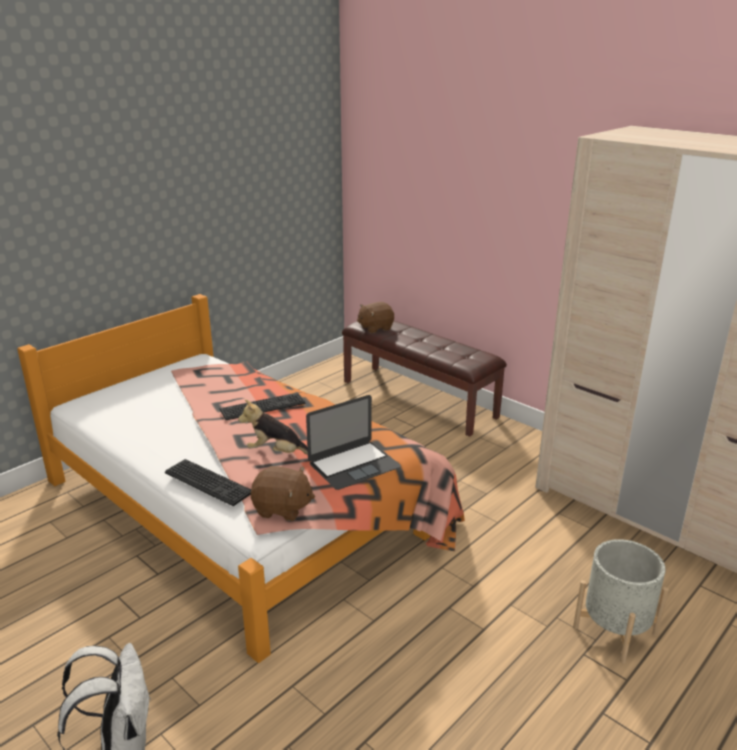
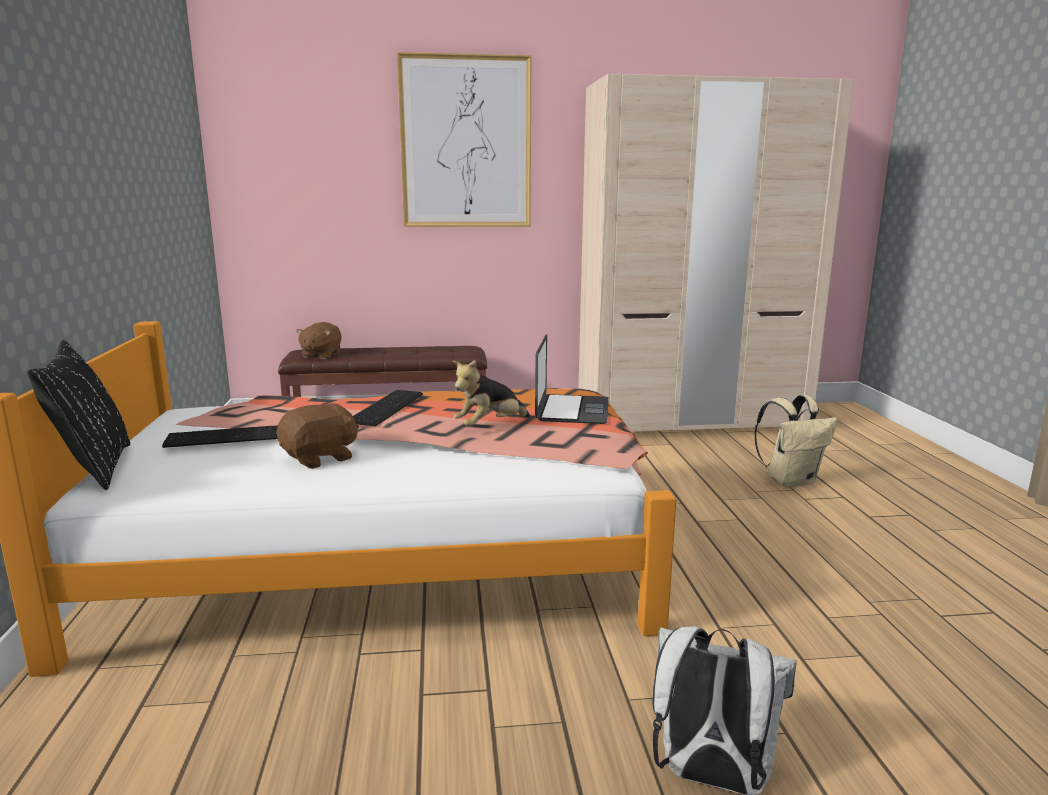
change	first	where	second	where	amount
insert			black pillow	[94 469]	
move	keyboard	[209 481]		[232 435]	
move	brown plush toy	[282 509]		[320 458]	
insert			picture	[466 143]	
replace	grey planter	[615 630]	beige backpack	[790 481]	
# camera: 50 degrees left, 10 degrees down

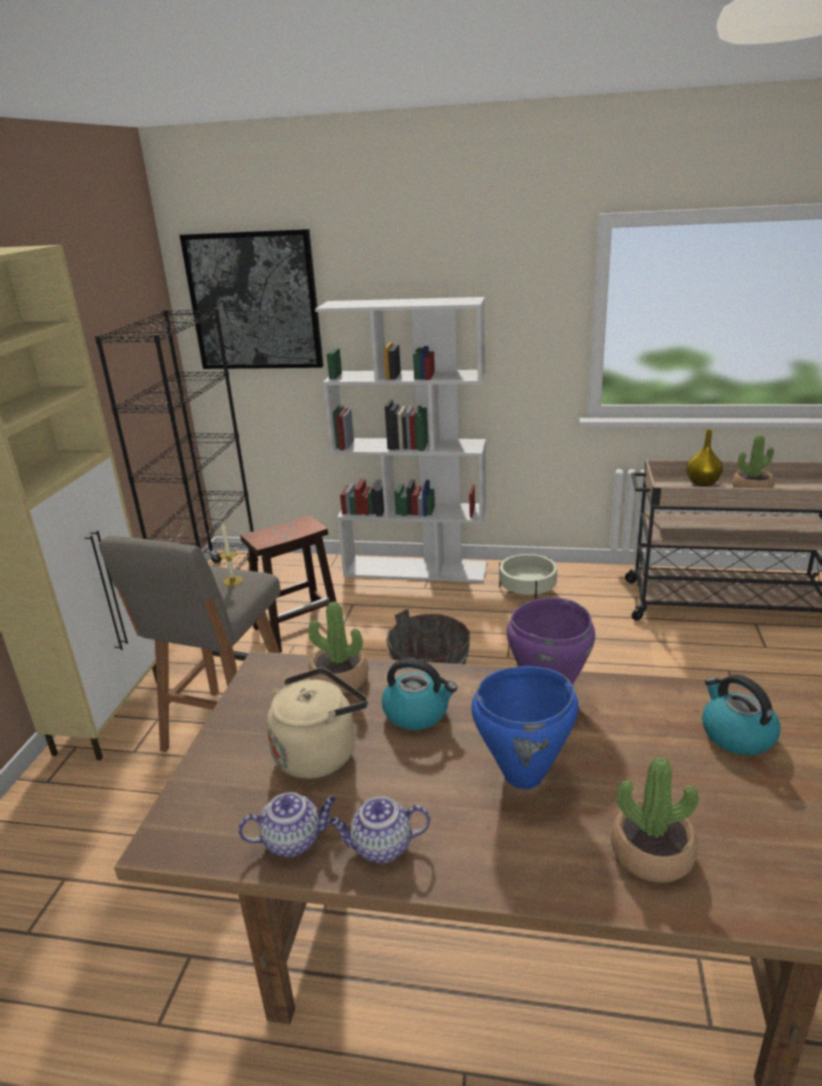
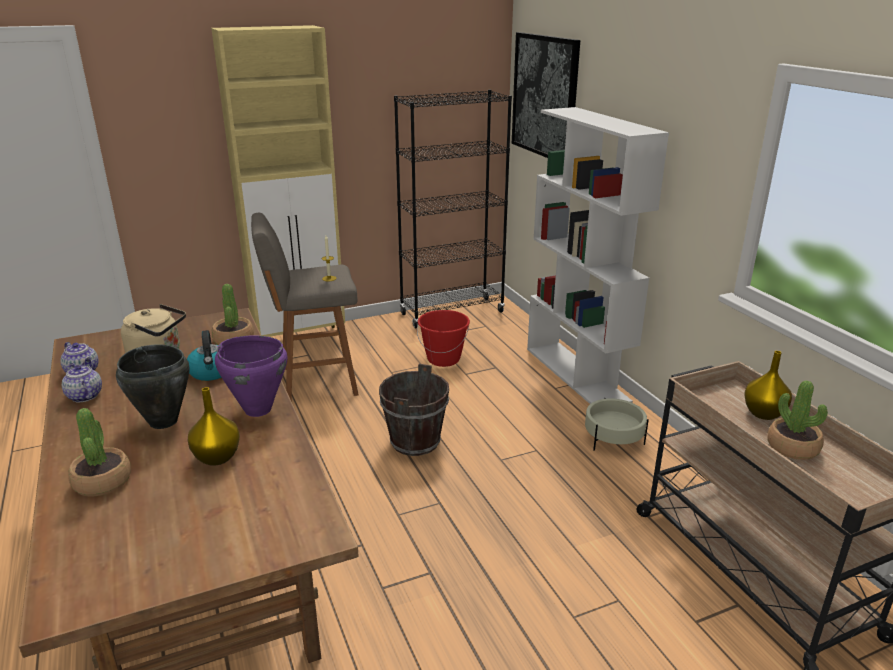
change	first	where	second	where	amount
recolor	blue cooking pot	[524 775]	black cooking pot	[163 422]	
insert			yellow vase	[216 458]	
replace	brown stool	[298 627]	red bucket	[443 359]	
delete	kettle	[736 735]			
# camera: 55 degrees right, 0 degrees up

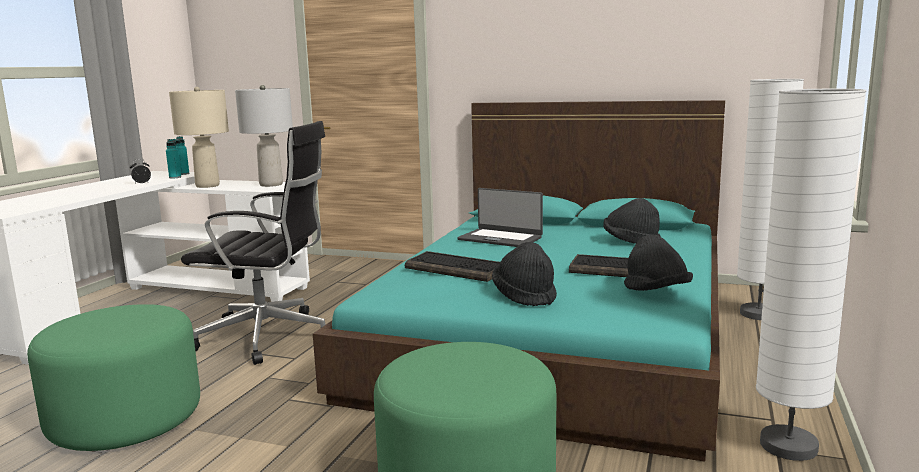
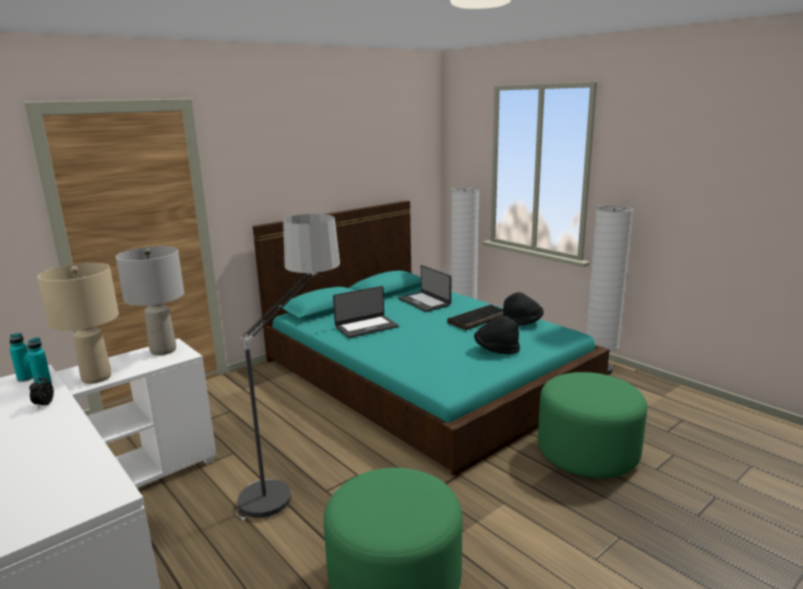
change	first	where	second	where	amount
replace	black office chair	[268 337]	floor lamp	[295 480]	
replace	black hat	[631 241]	laptop	[424 302]	
delete	keyboard	[457 269]			
# camera: 60 degrees left, 5 degrees up

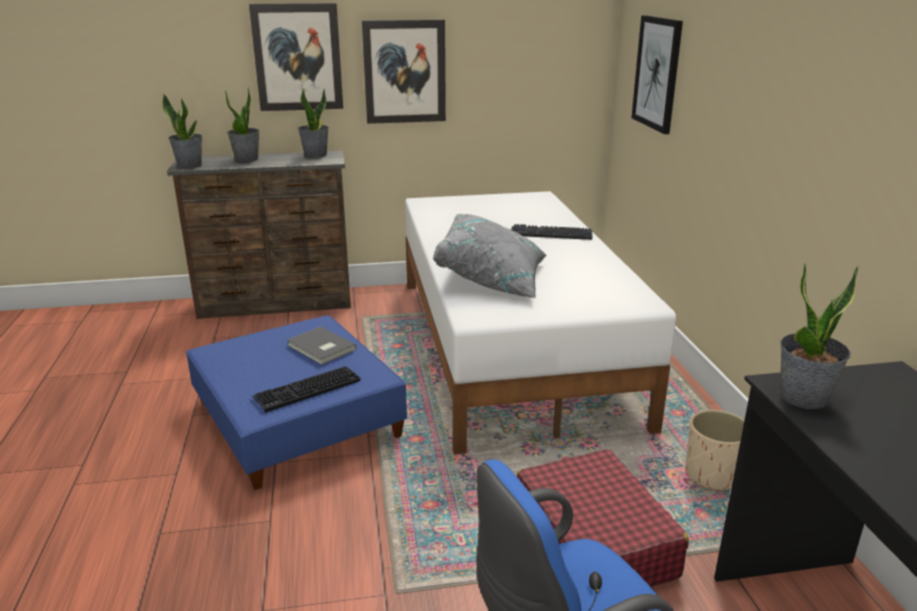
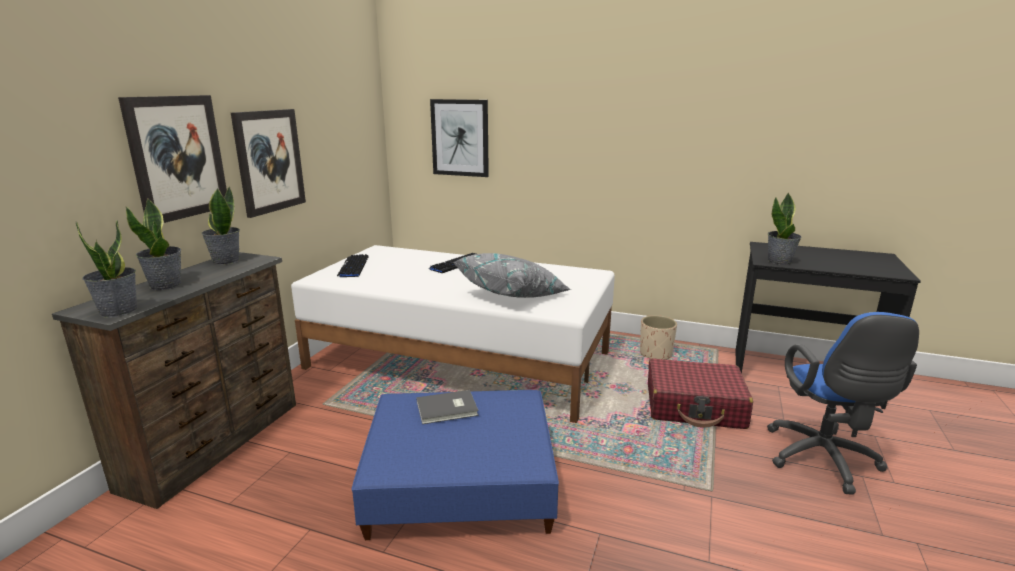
change	first	where	second	where	amount
move	keyboard	[307 389]		[353 267]	
# camera: 60 degrees left, 5 degrees down

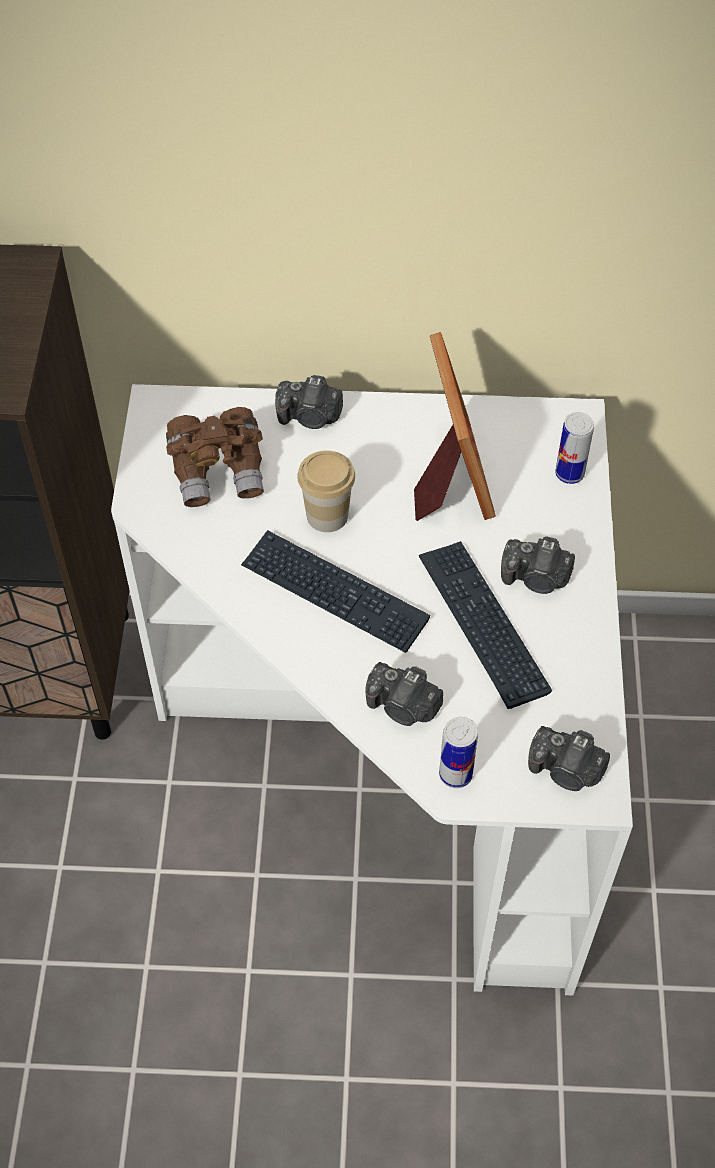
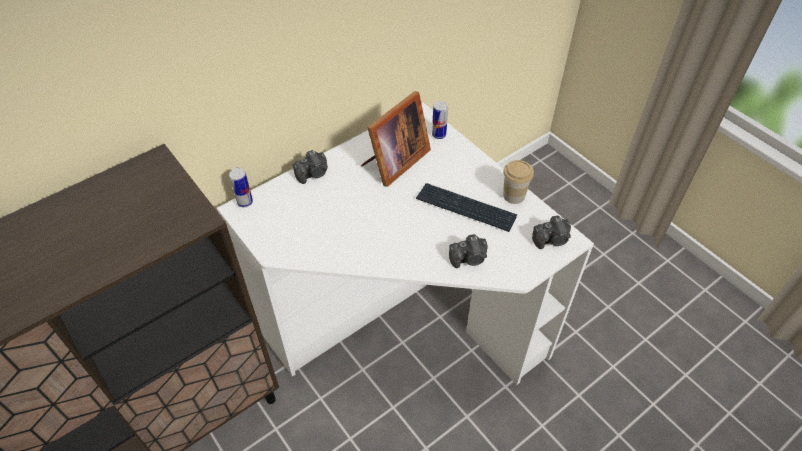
change	first	where	second	where	amount
move	can	[455 774]		[245 202]	
rotate	picture frame	[449 475]		[394 162]	90 degrees clockwise
move	cup	[327 515]		[513 195]	
delete	brown binoculars	[219 471]			
delete	keyboard	[334 593]			
delete	photo camera	[536 578]			
# camera: 40 degrees left, 5 degrees down

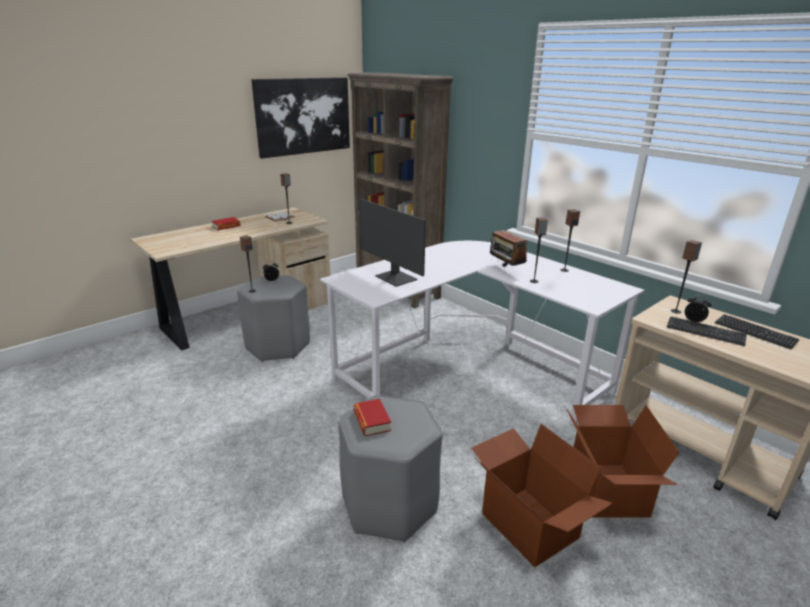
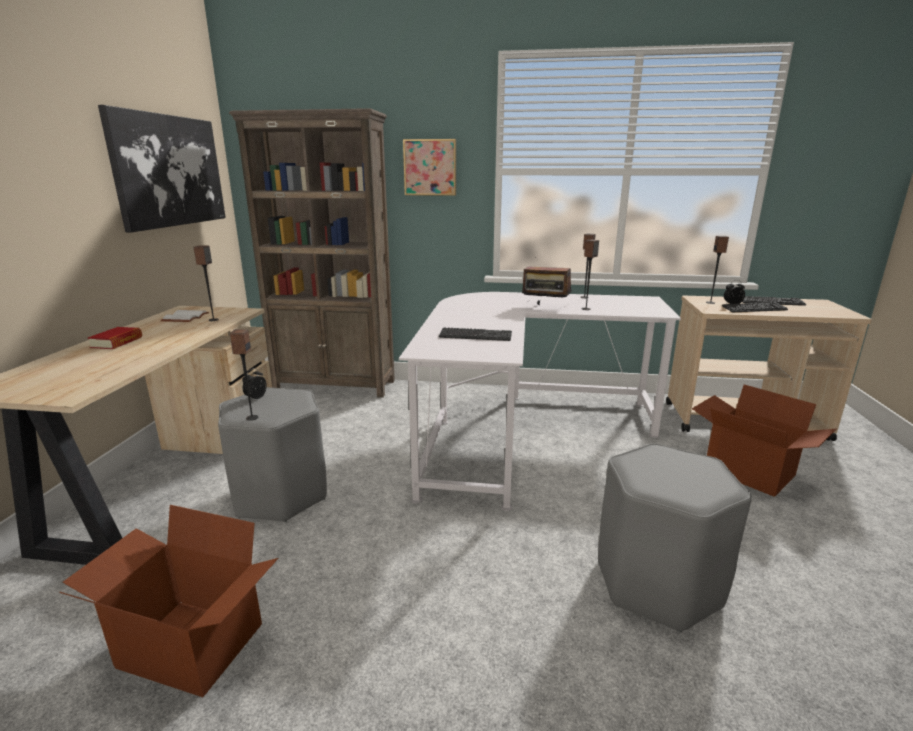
change	first	where	second	where	amount
move	cardboard box	[528 526]		[189 647]	
insert			picture	[430 167]	
replace	monitor	[395 278]	keyboard	[475 336]	
delete	book	[372 421]			
# camera: 40 degrees left, 5 degrees down

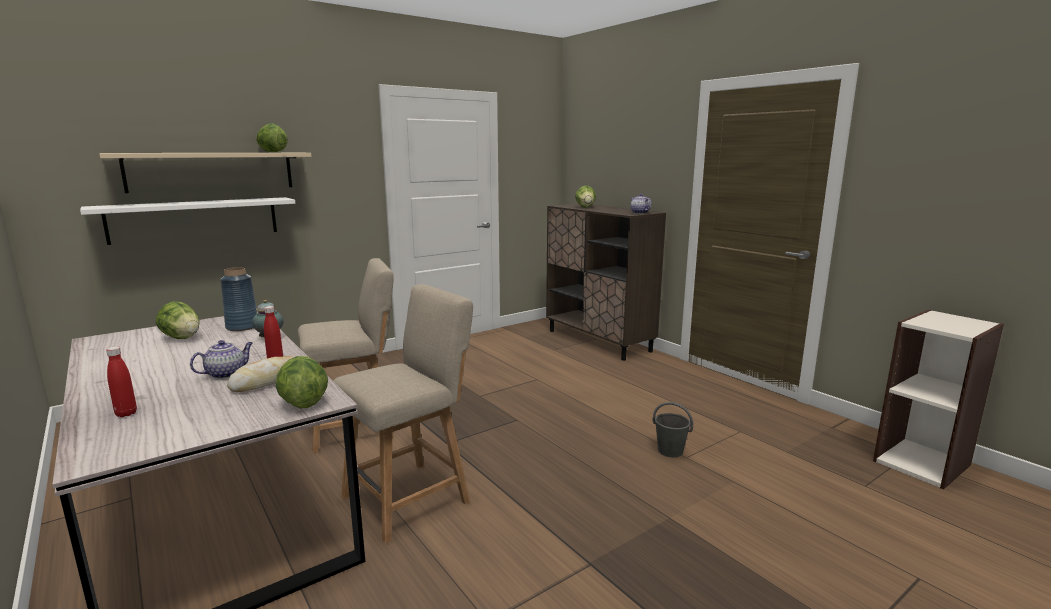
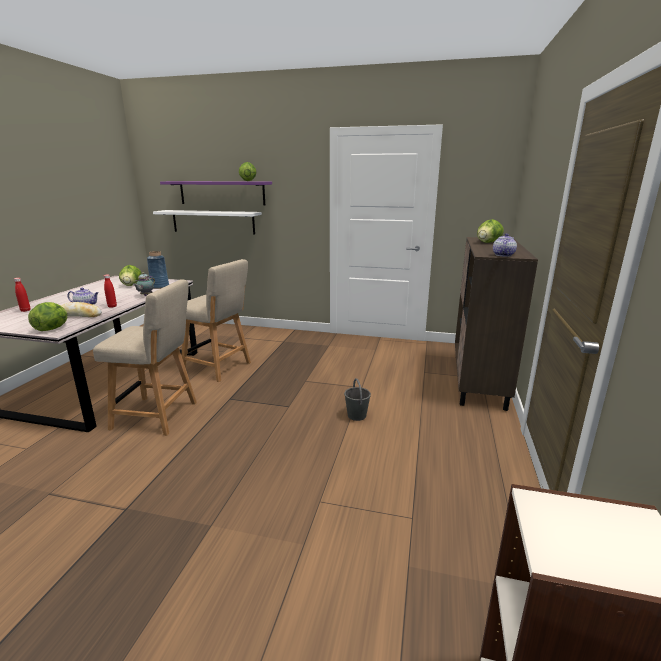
change	first	where	second	where	amount
recolor	beige shelf	[212 171]	purple shelf	[222 193]	
move	grey bucket	[669 451]		[356 415]	
# camera: 50 degrees right, 5 degrees up

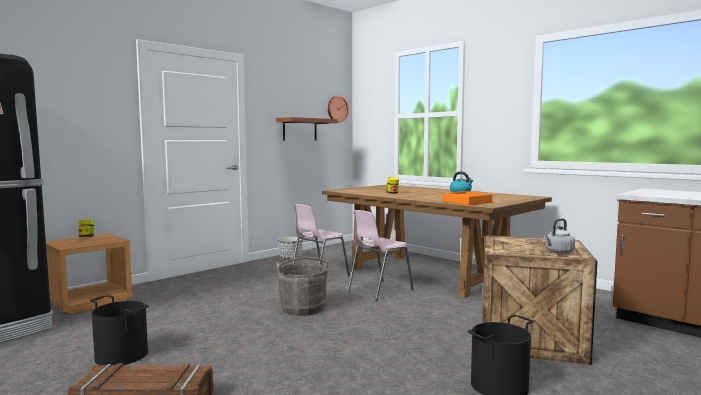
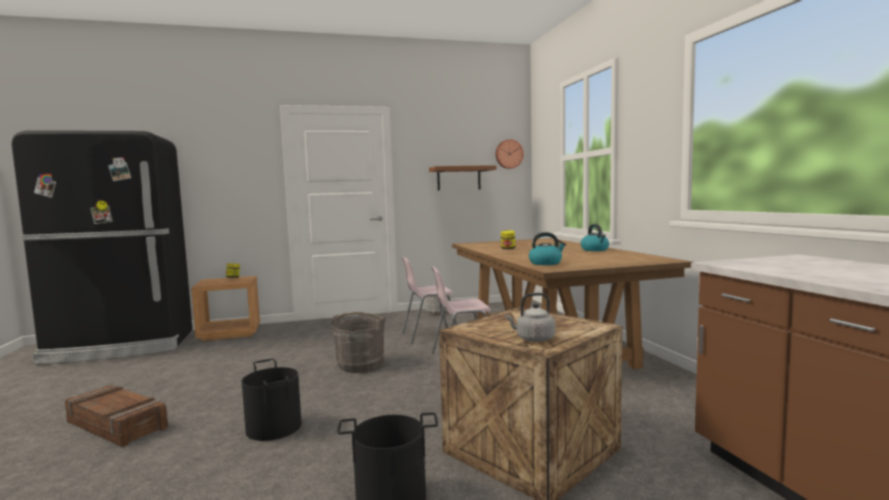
change	first	where	second	where	amount
move	black bucket	[121 355]		[273 427]	
replace	orange tray	[467 202]	kettle	[546 263]	
# camera: 30 degrees right, 0 degrees up

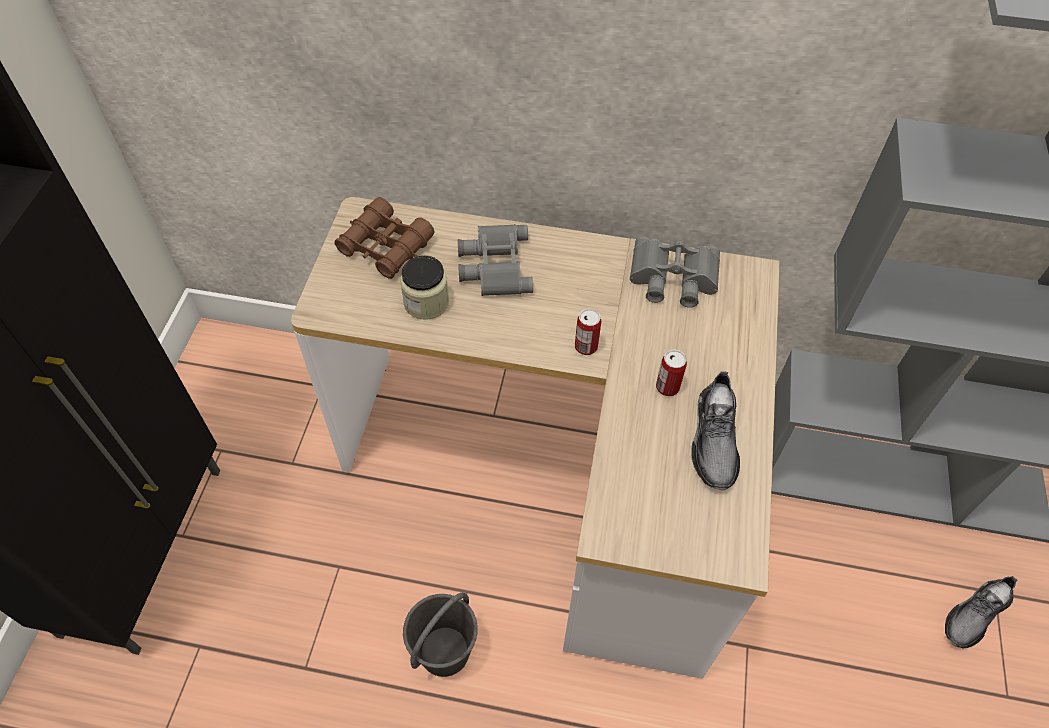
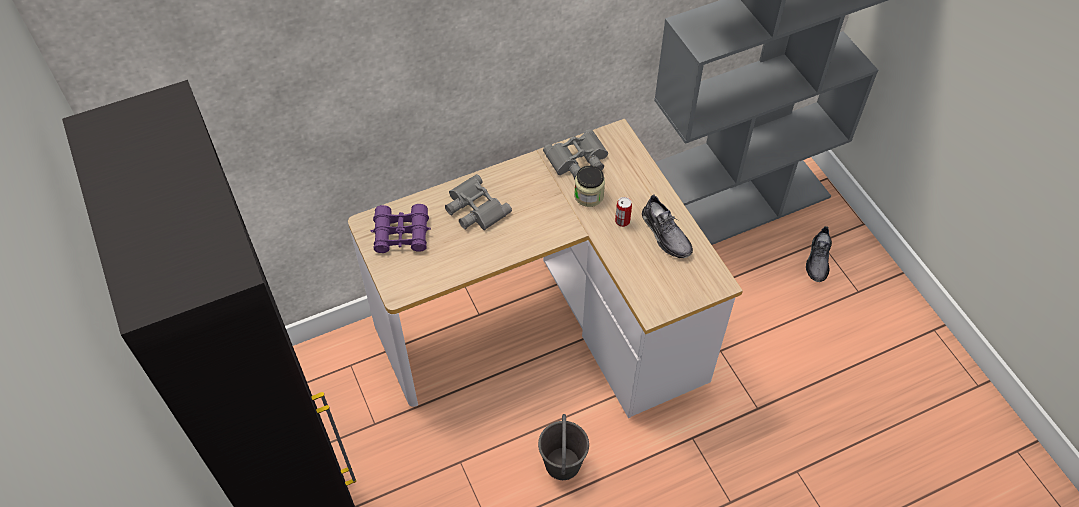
change	first	where	second	where	amount
recolor	brown binoculars	[385 246]	purple binoculars	[401 234]	
move	jar	[426 302]		[589 195]	
delete	can	[586 347]			
# camera: 35 degrees left, 0 degrees up

